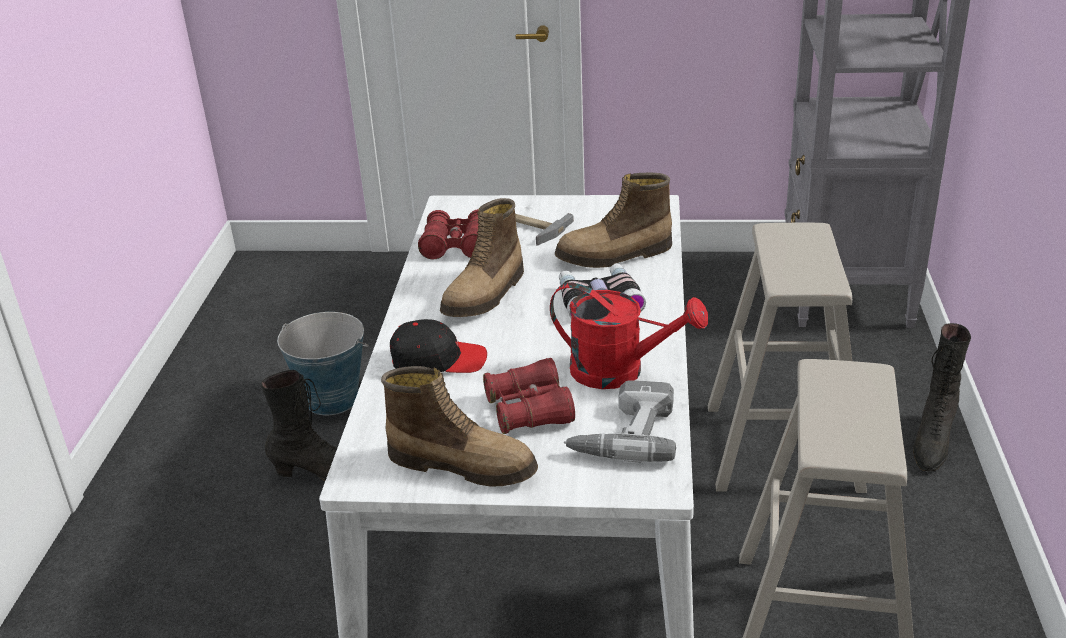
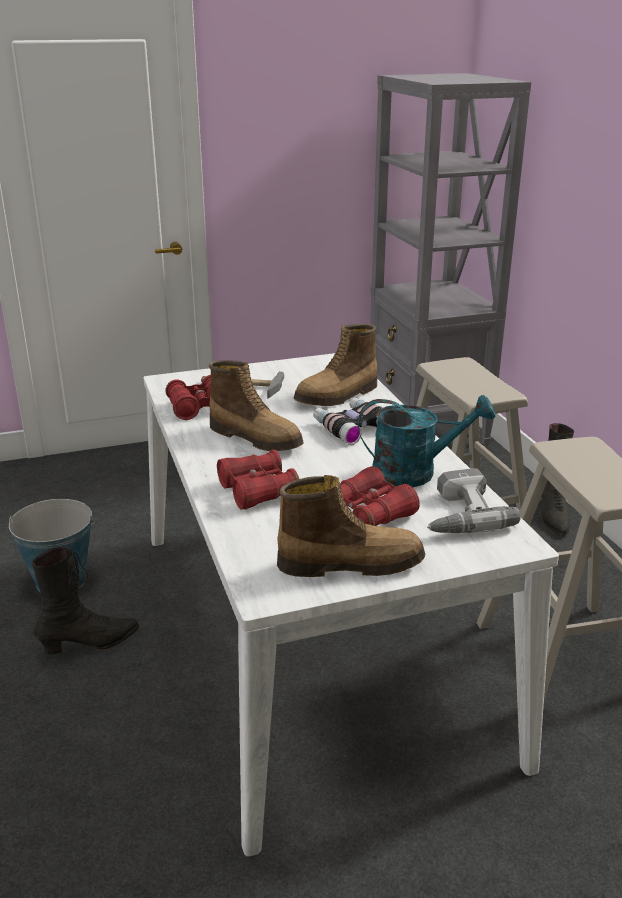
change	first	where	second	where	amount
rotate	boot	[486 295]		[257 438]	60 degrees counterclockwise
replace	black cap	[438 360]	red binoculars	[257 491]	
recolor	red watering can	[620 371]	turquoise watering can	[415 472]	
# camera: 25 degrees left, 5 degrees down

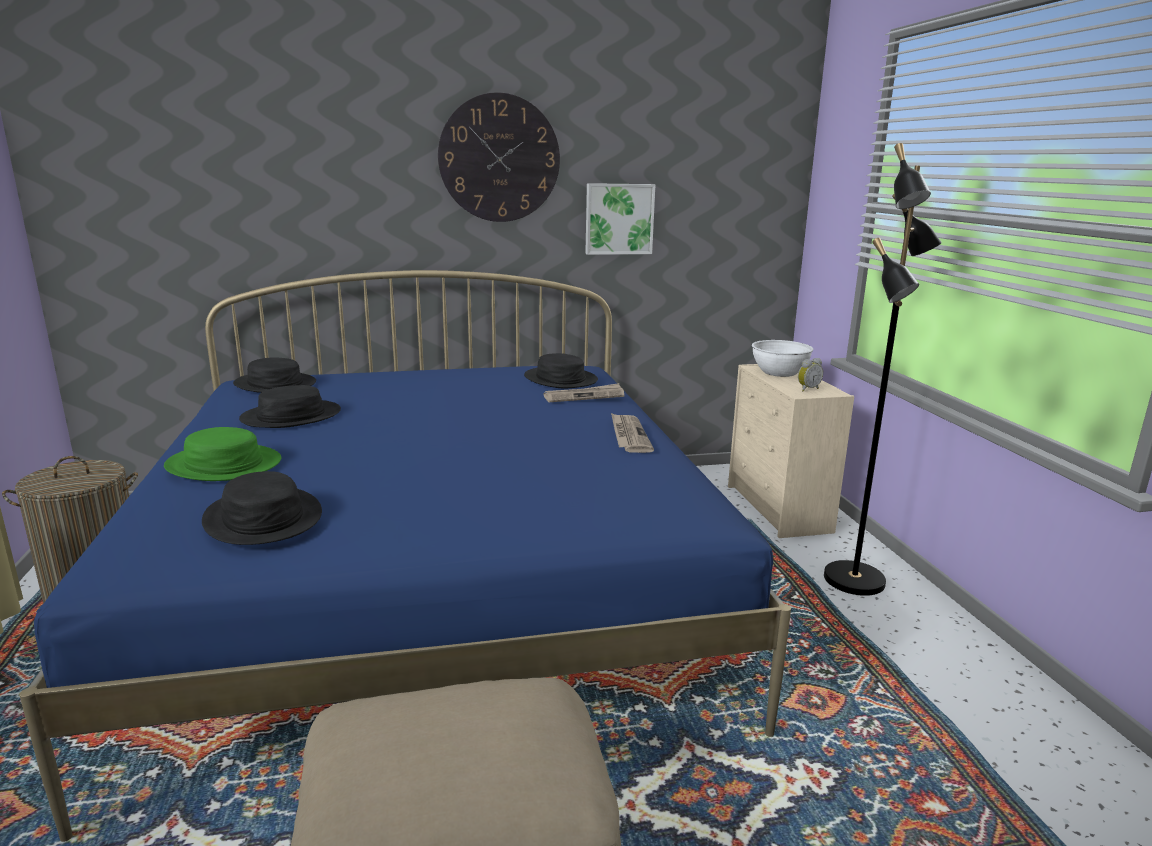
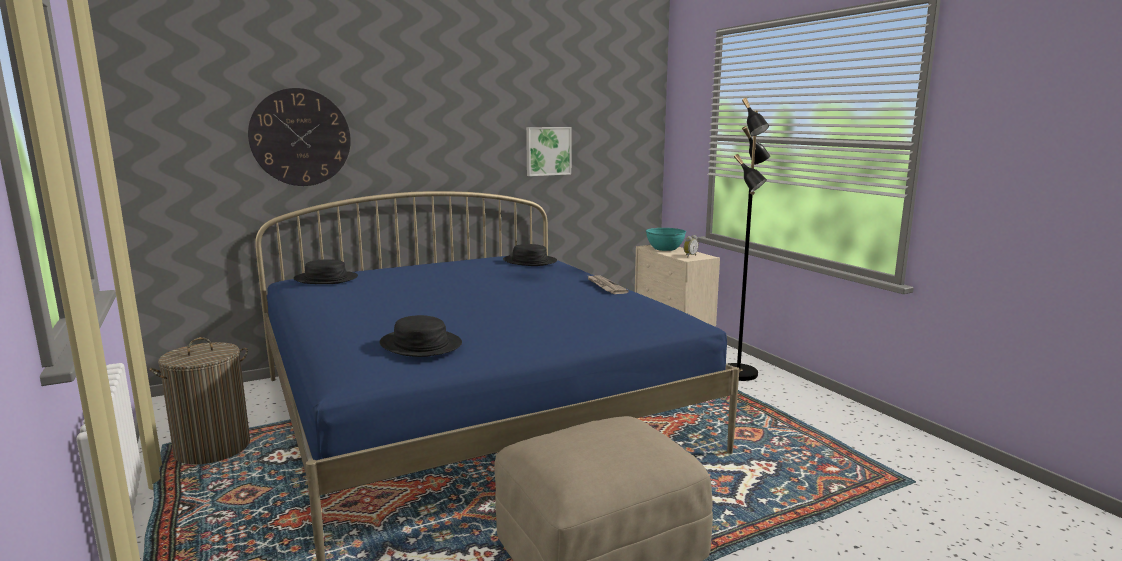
change	first	where	second	where	amount
move	wall clock	[499 158]		[300 137]	
recolor	white bowl	[779 372]	turquoise bowl	[665 248]	
delete	green hat	[223 465]			
delete	black hat	[291 416]			
delete	newspaper	[584 396]			
# camera: 15 degrees left, 5 degrees down

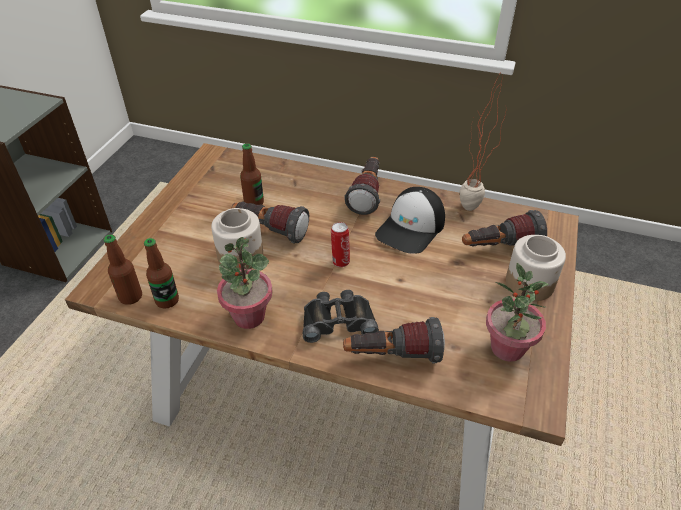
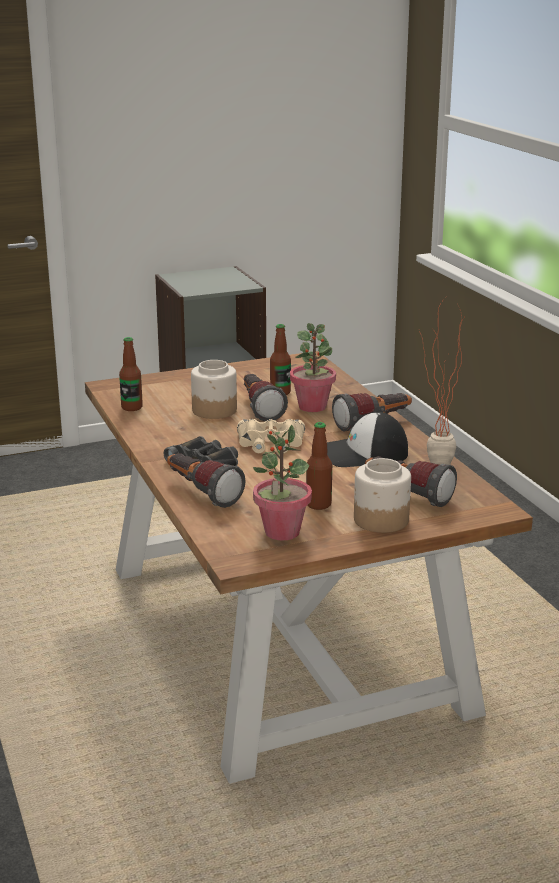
change	first	where	second	where	amount
replace	can	[340 261]	beige binoculars	[270 443]	
move	potted plant	[249 316]		[312 407]	
move	bottle	[130 297]		[318 504]	
# camera: 50 degrees right, 20 degrees down

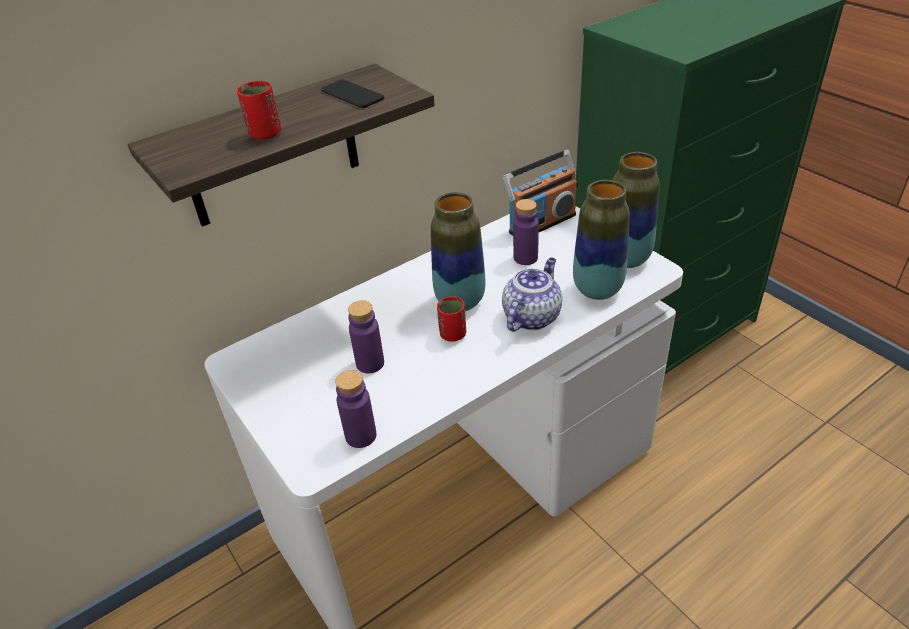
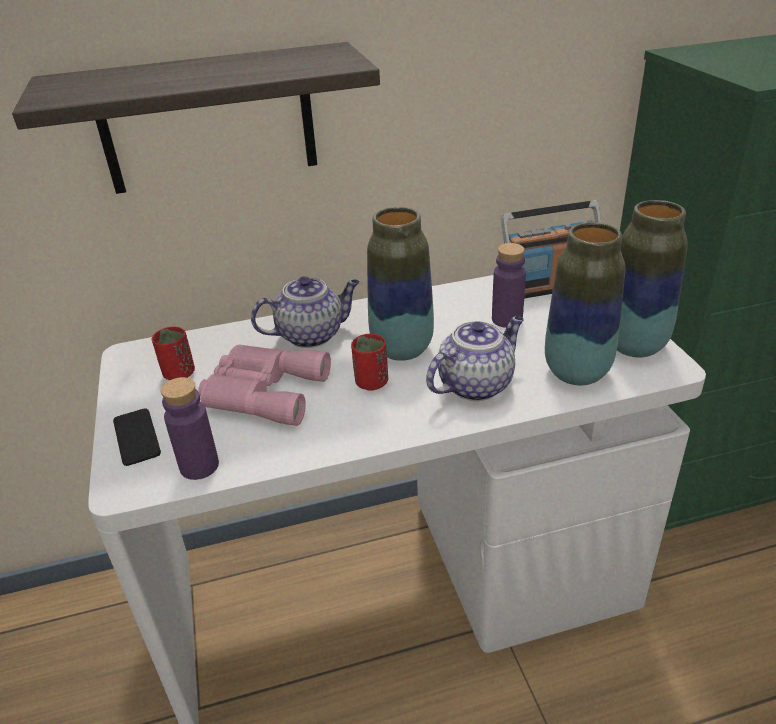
change	first	where	second	where	amount
move	phone	[352 95]		[136 437]	
move	red cup	[265 133]		[179 374]	
replace	purple bottle	[370 363]	pink binoculars	[262 391]	
insert			teapot	[312 335]	
# camera: 20 degrees right, 5 degrees down

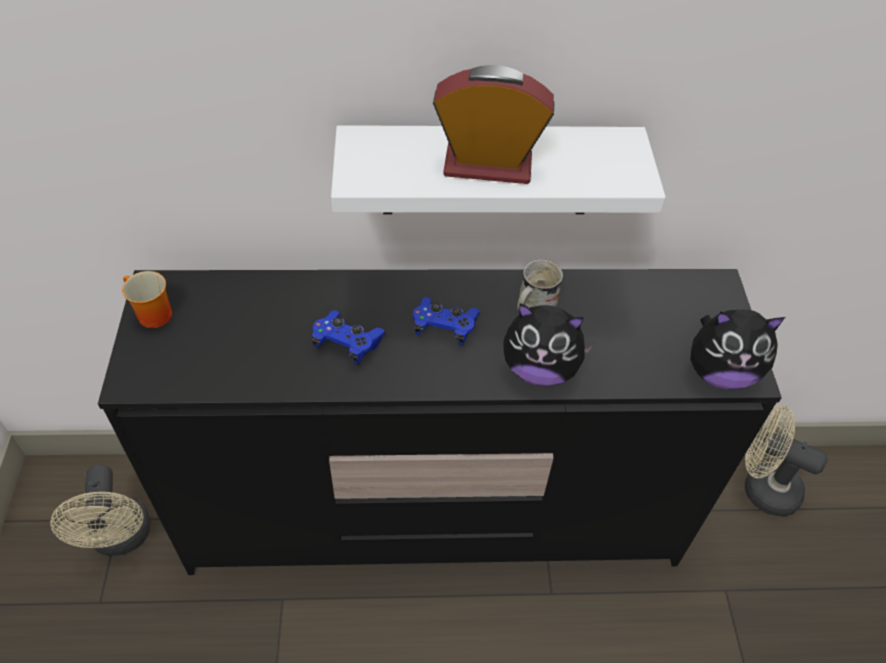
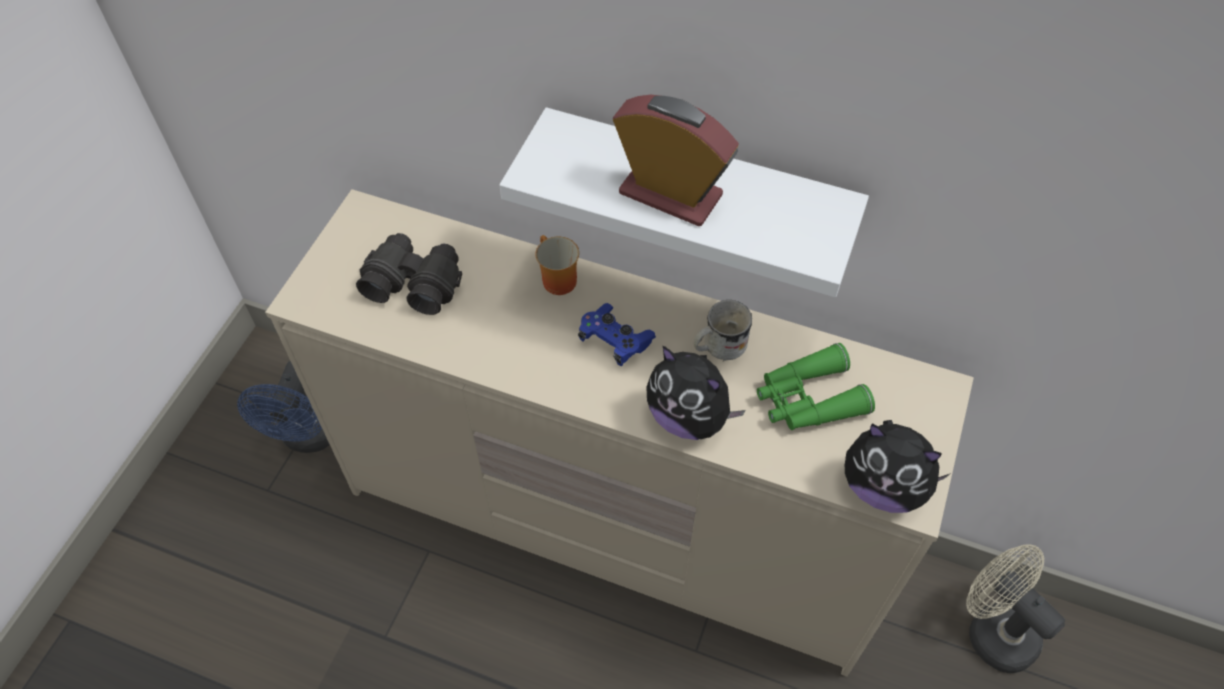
change	first	where	second	where	amount
recolor	beige fan	[121 539]	blue fan	[308 437]	
recolor	black dresser	[435 513]	beige dresser	[613 523]	
insert			black binoculars	[414 282]	
move	mug	[150 315]		[555 279]	
insert			green binoculars	[808 399]	
delete	blue game controller	[347 344]			
# camera: 25 degrees right, 5 degrees up

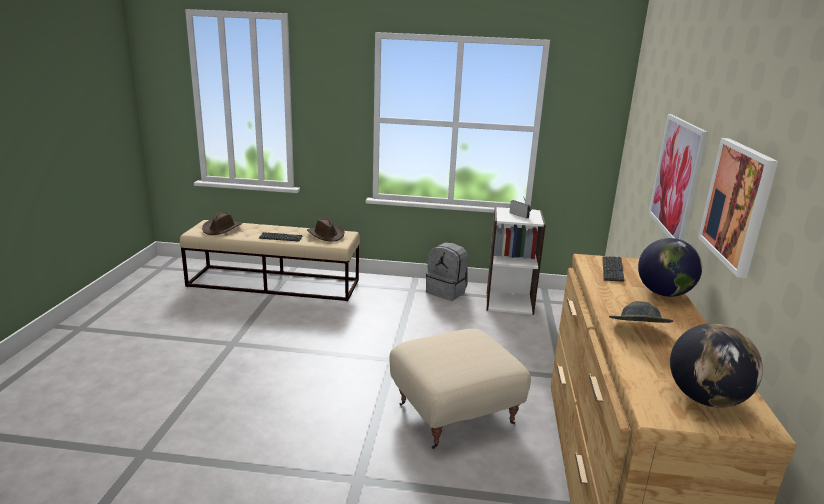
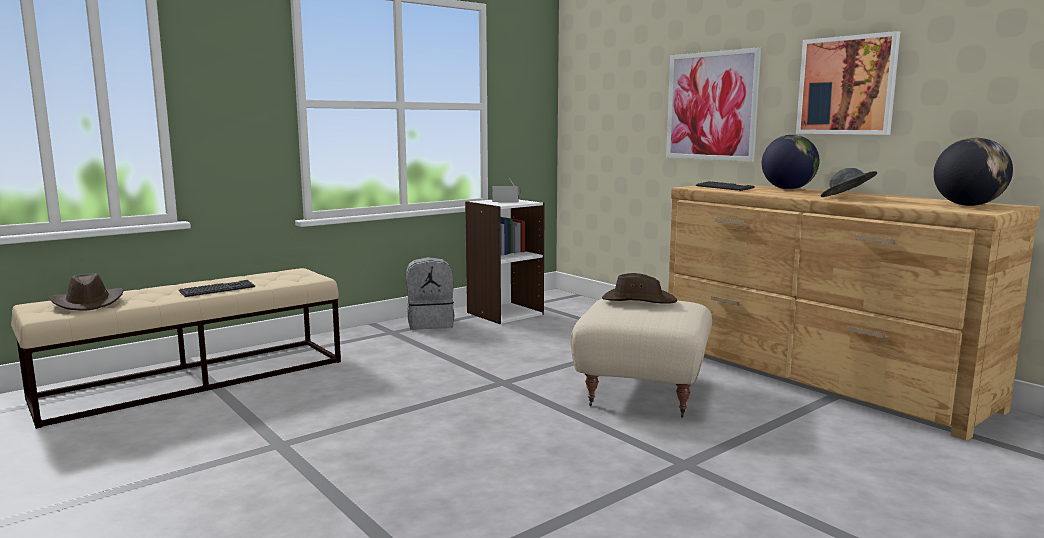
change	first	where	second	where	amount
move	brown hat	[326 235]		[638 300]	
# camera: 45 degrees left, 10 degrees down

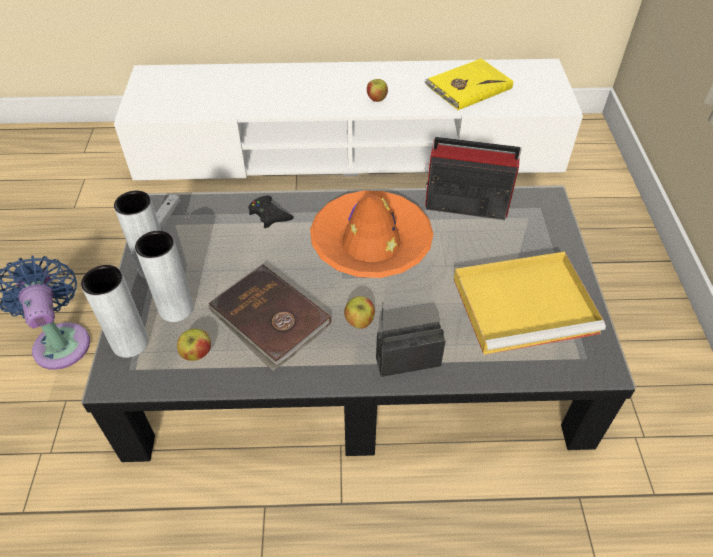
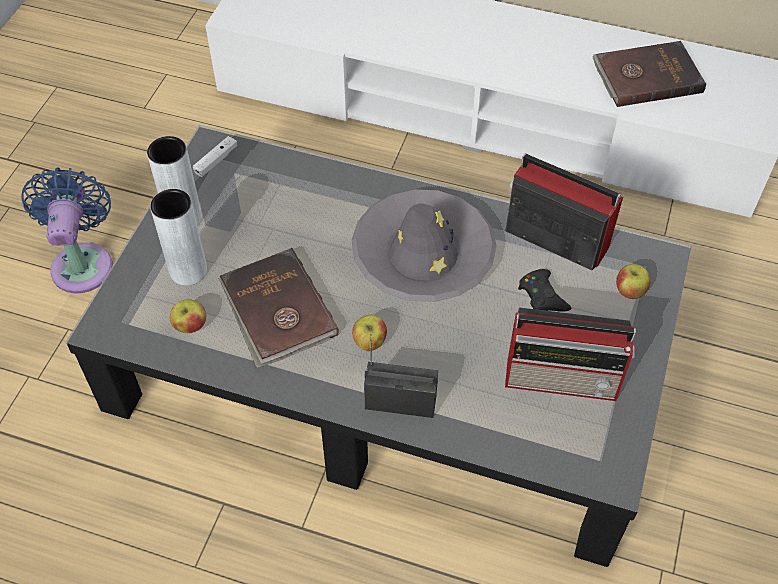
change	first	where	second	where	amount
recolor	orange hat	[371 243]	grey hat	[423 255]	
replace	yellow tray	[526 304]	radio	[564 379]	
move	black game controller	[269 215]		[542 296]	
recolor	yellow book	[467 87]	brown book	[646 76]	
move	apple	[376 99]		[629 291]	
delete	grey vase	[130 343]			
# camera: 20 degrees right, 5 degrees up

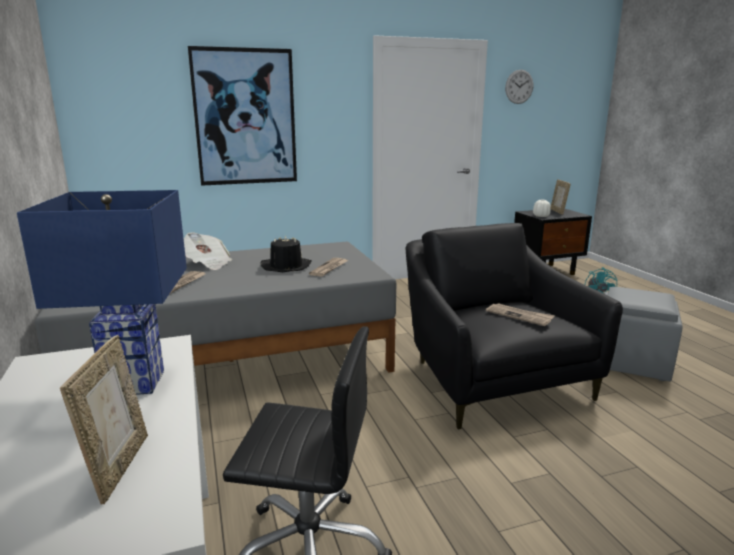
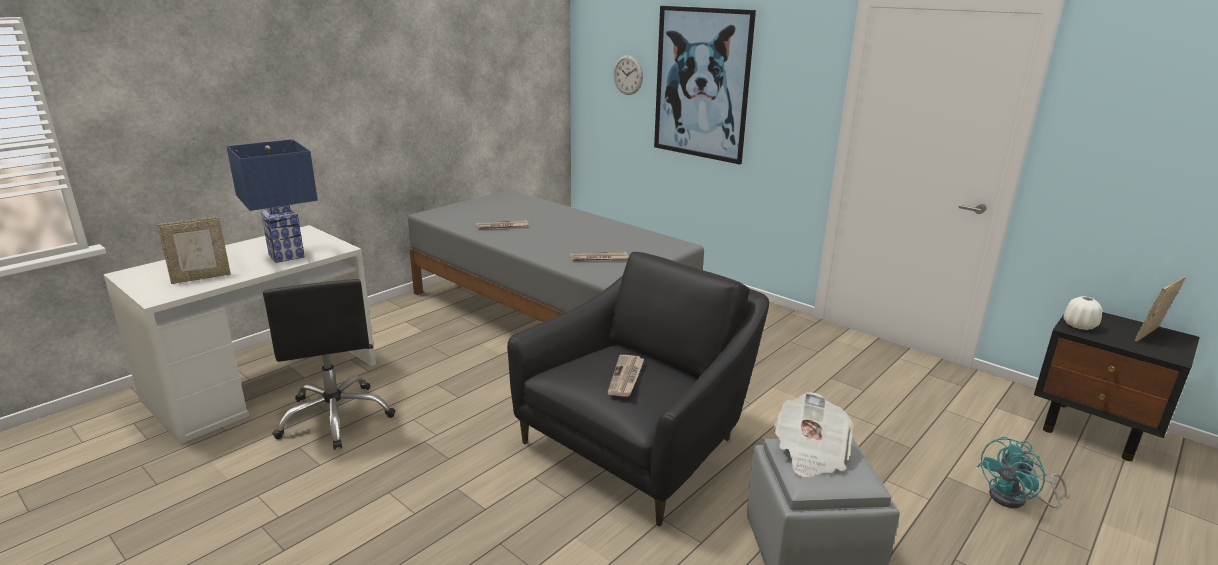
change	first	where	second	where	amount
move	wall clock	[519 86]		[628 75]	
move	newspaper	[207 264]		[810 453]	
delete	black hat	[286 266]			
# camera: 60 degrees right, 5 degrees up

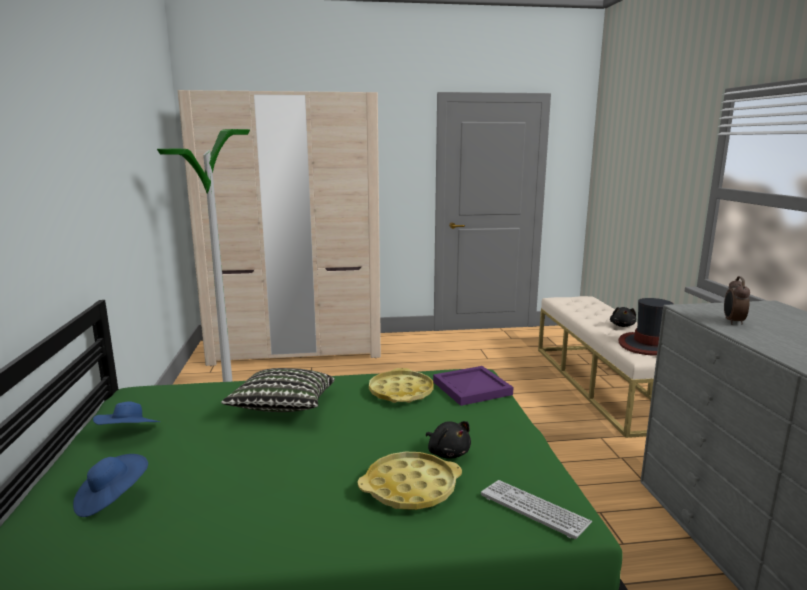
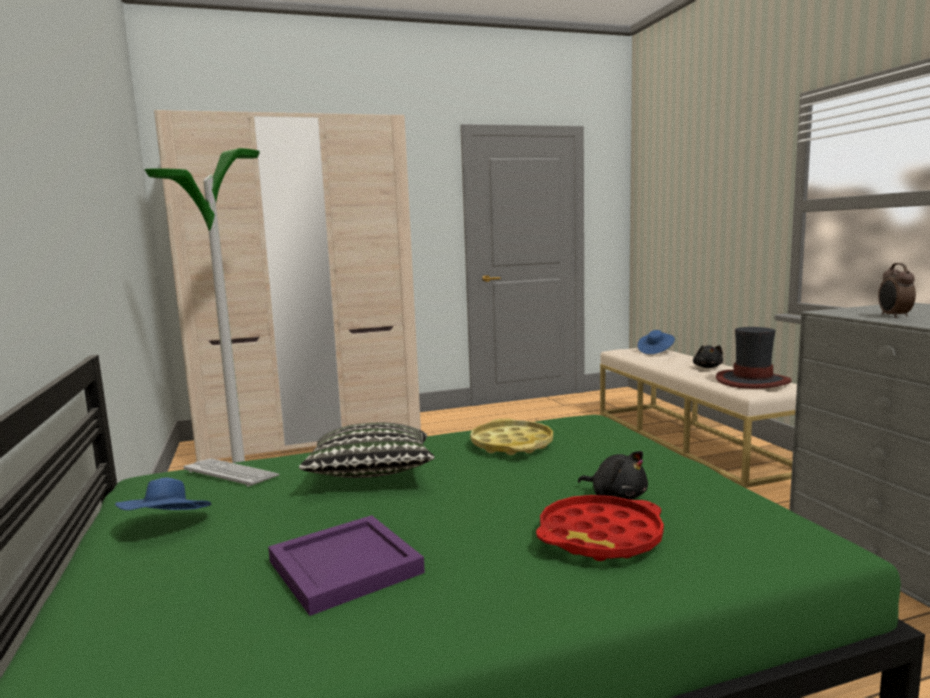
change	first	where	second	where	amount
move	keyboard	[534 509]		[231 473]	
move	purple tray	[472 387]		[346 565]	
recolor	yellow tray	[410 488]	red tray	[600 537]	
move	blue hat	[111 499]		[655 351]	
# camera: 10 degrees left, 5 degrees down

